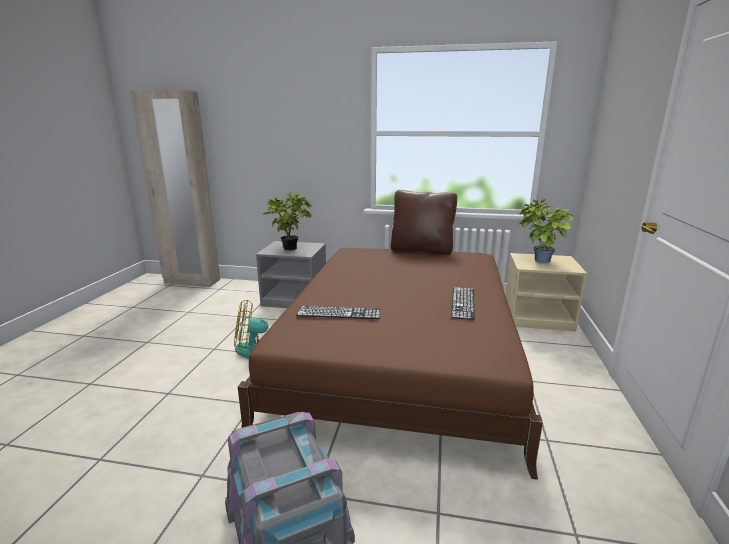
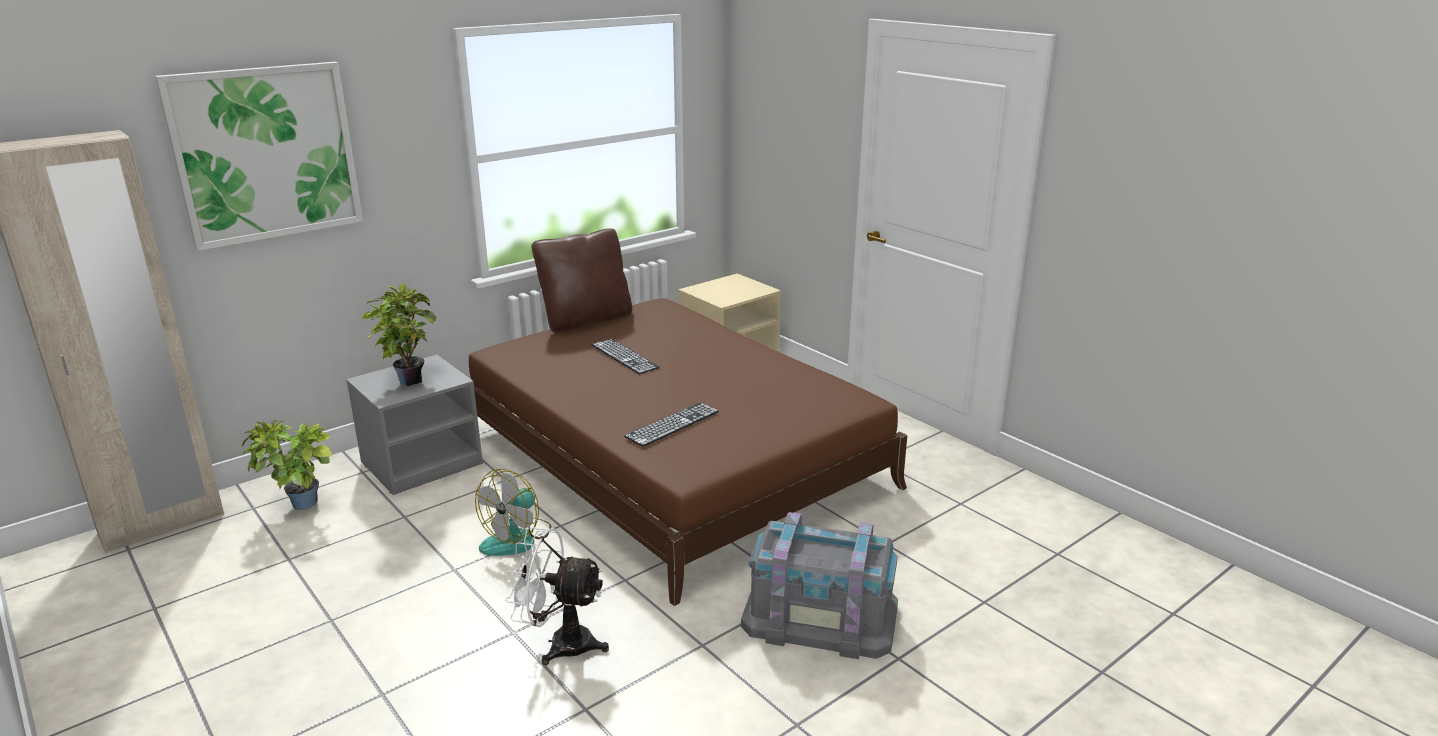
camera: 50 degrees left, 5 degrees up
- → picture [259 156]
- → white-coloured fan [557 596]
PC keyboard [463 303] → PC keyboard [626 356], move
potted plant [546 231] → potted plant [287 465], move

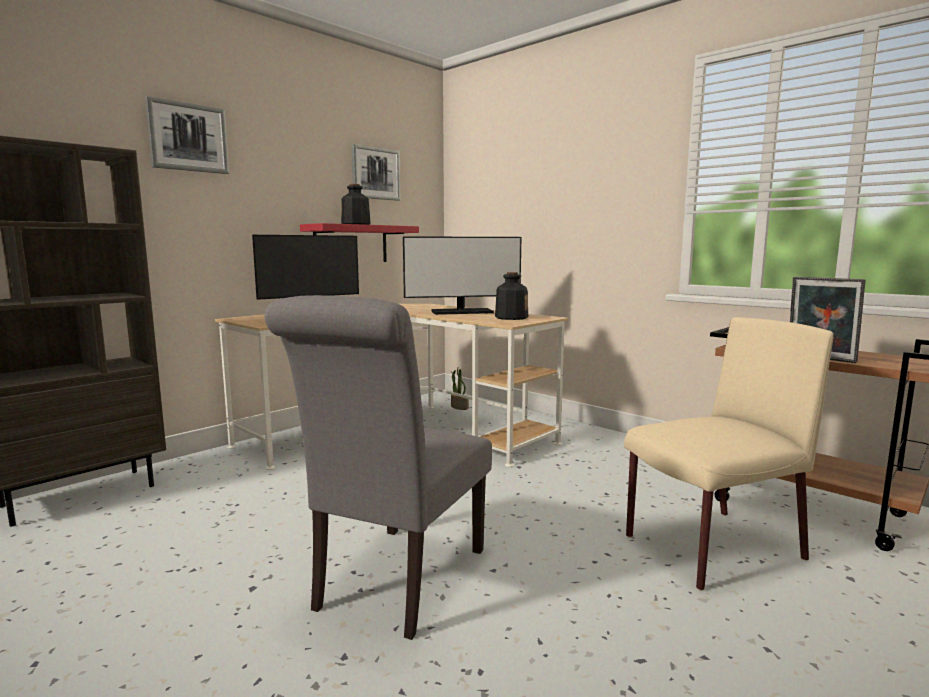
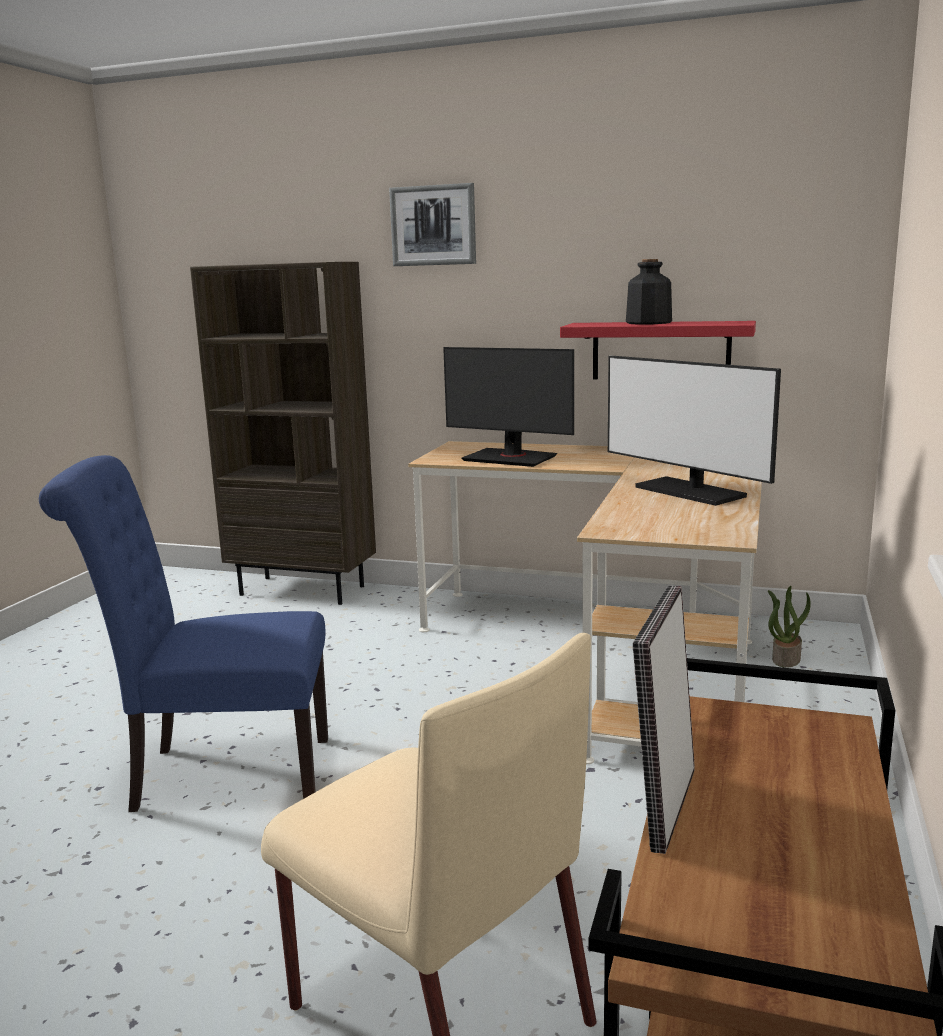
camera: 65 degrees right, 5 degrees up
picture [376 172] → -
beverage bottle [511 296] → -
greyish chair [378 467] → bluish chair [183 633]

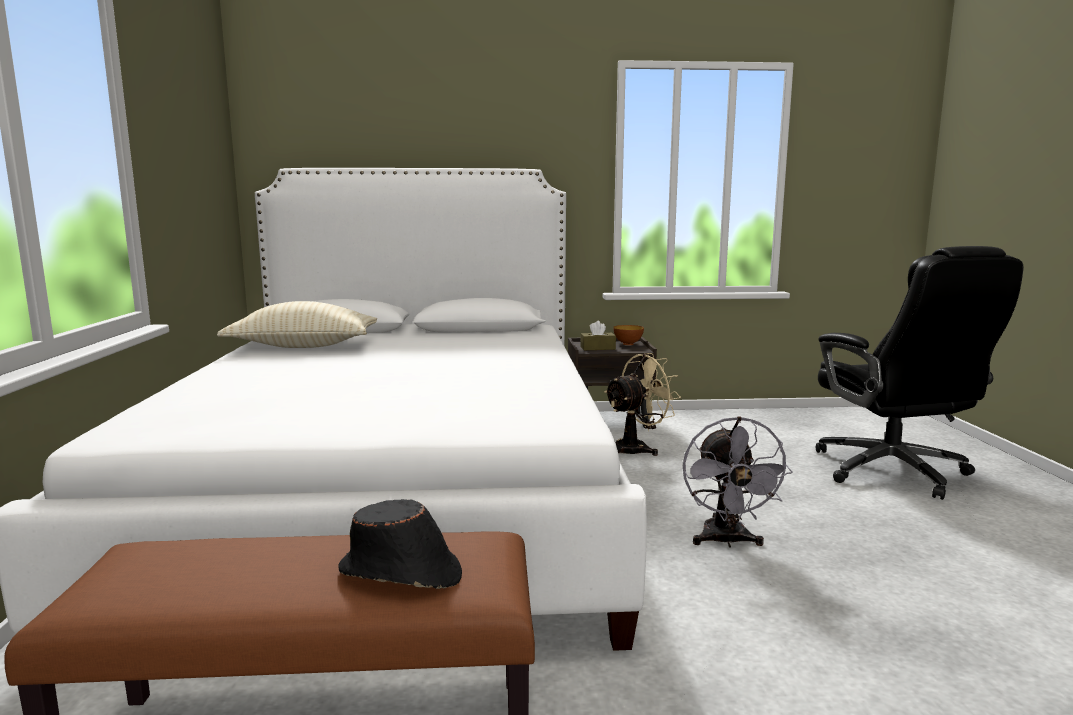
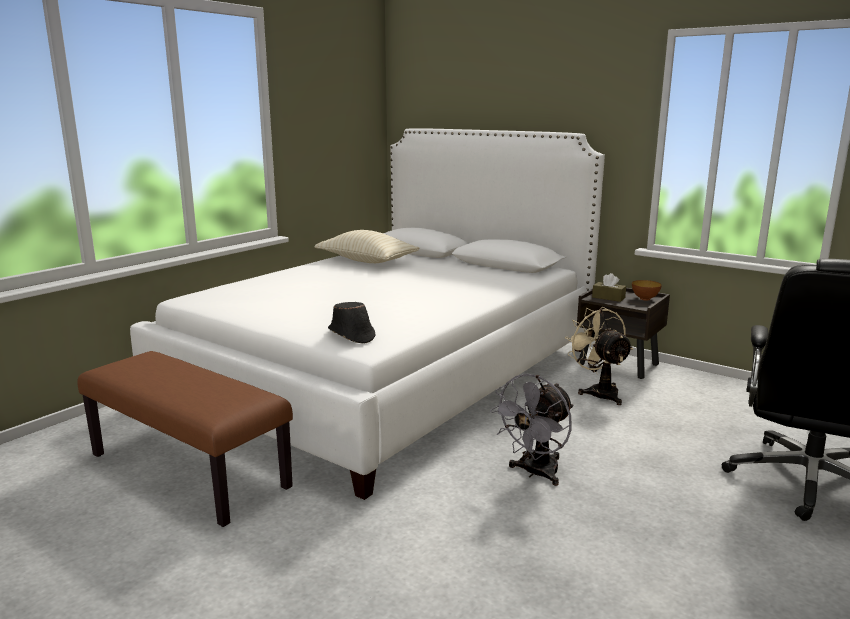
camera: 40 degrees right, 5 degrees up
blackish clothing hat [400 544] → blackish clothing hat [351 323], move
beige-coloured fan [642 404] → beige-coloured fan [599 356], 120 degrees counterclockwise

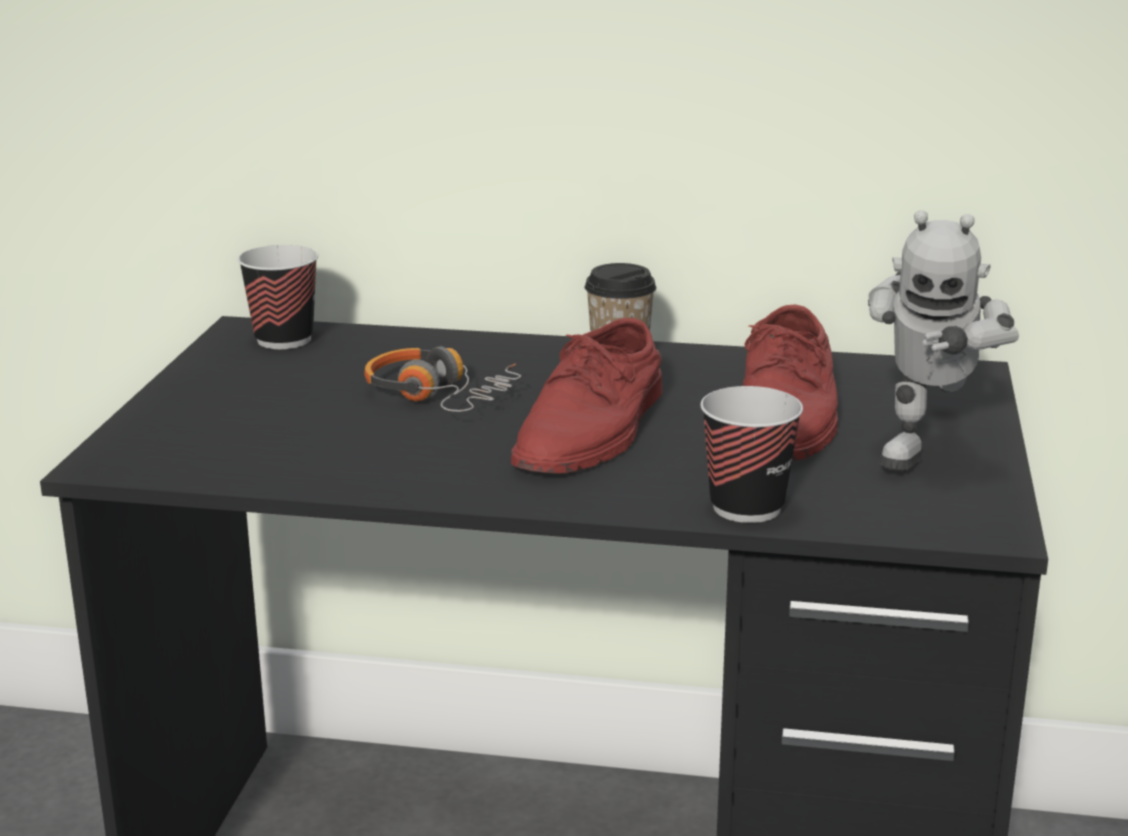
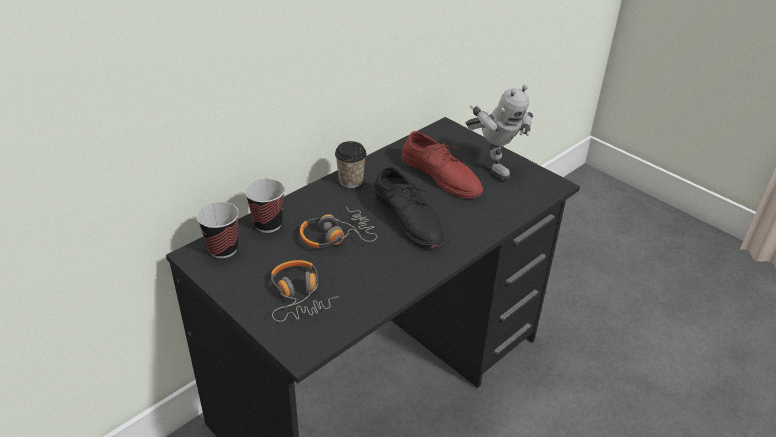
camera: 55 degrees left, 15 degrees up
- → headphones [305 291]
small cup [751 454] → small cup [265 206], move
red-coloured item of footwear [587 396] → blackish item of footwear [409 207]

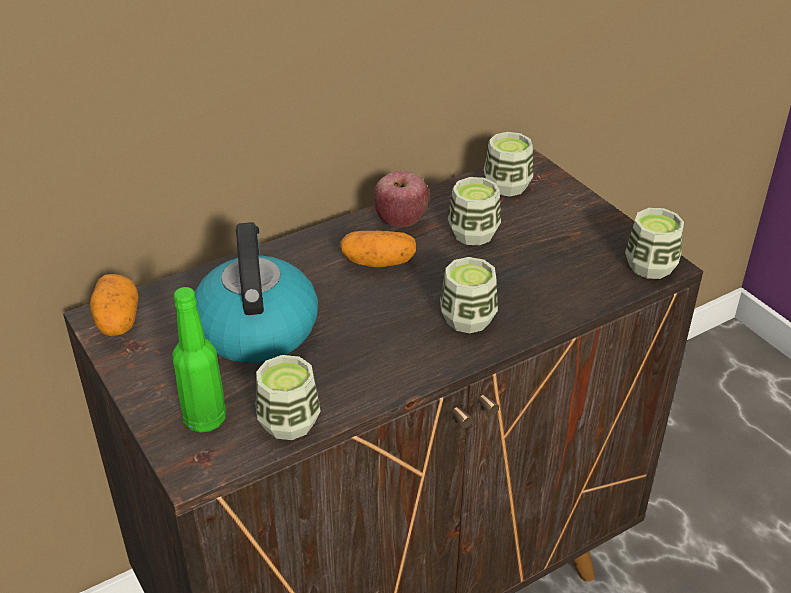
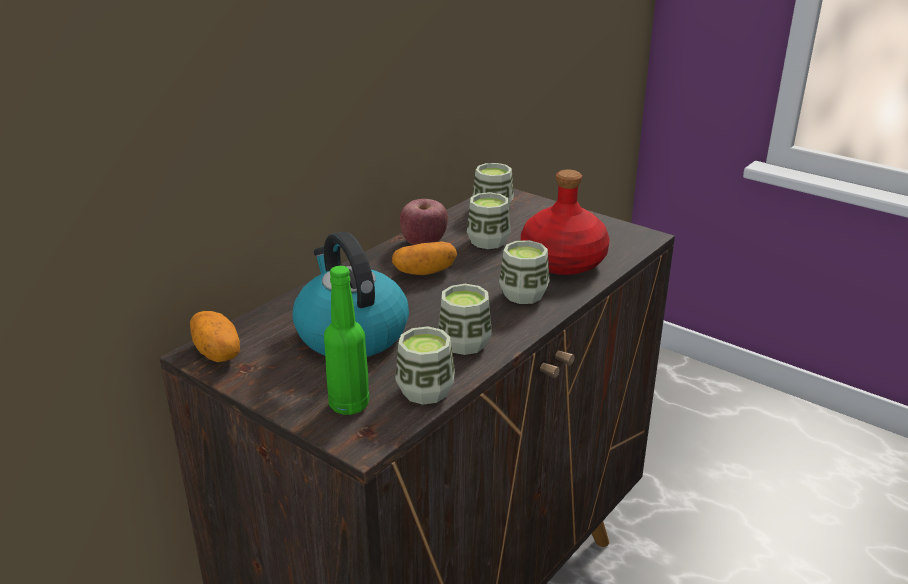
camera: 20 degrees left, 10 degrees down
- → red-coloured beverage bottle [565 222]
small cup [654 243] → small cup [465 319], move

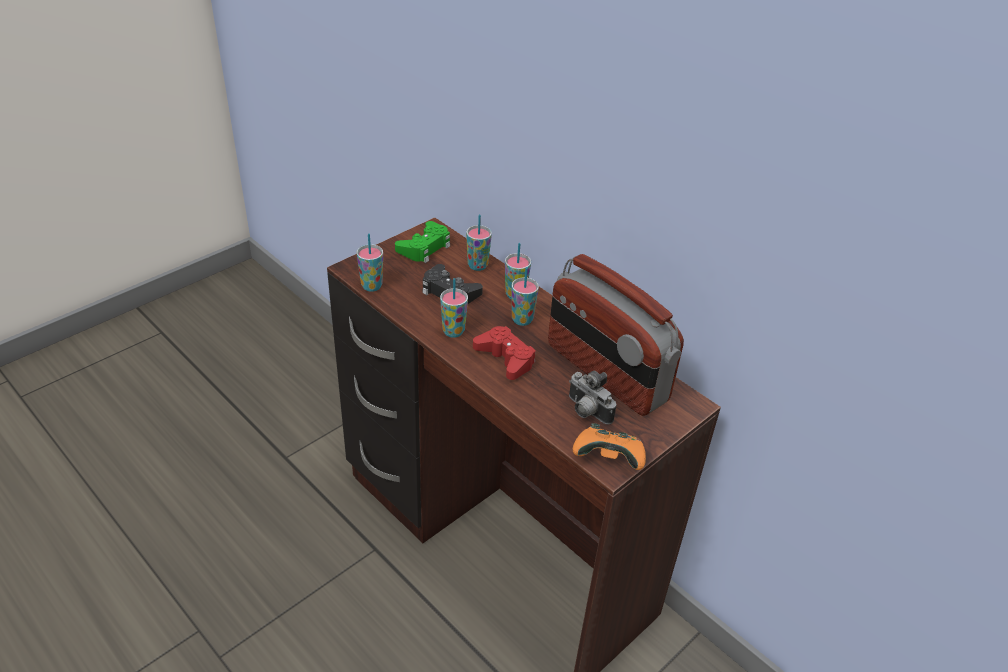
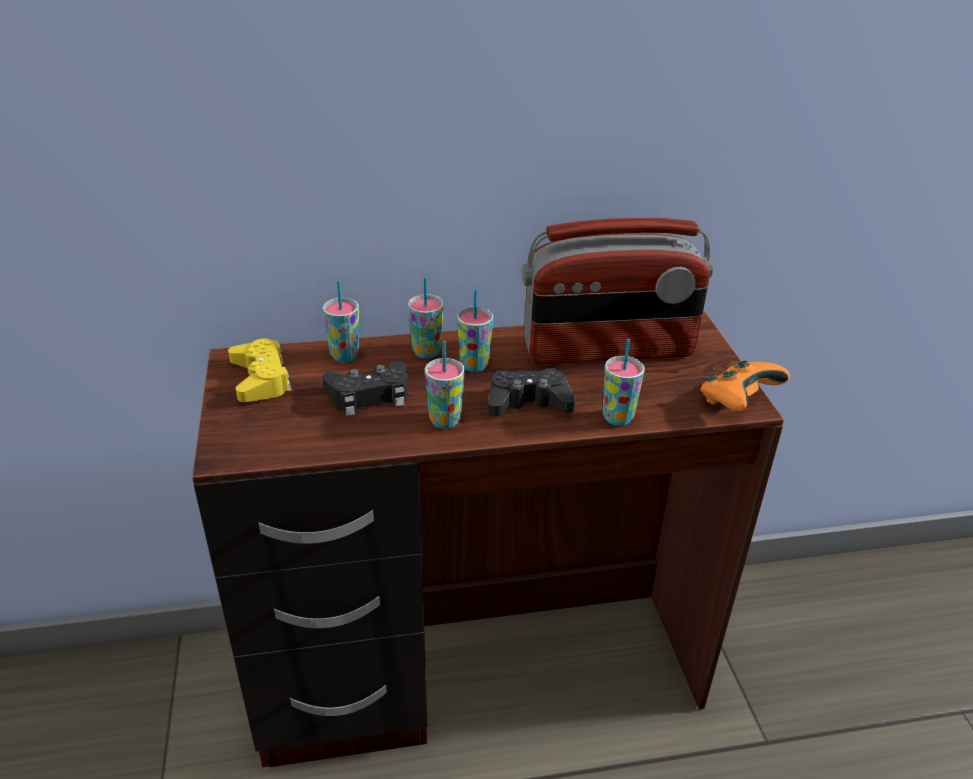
camera: 55 degrees left, 5 degrees down
photo camera [593 398] → -
small cup [370 263] → small cup [624 382], move
greenish gamepad [422 242] → yellow-coloured gamepad [260 370]
red-coloured gamepad [504 353] → blackish gamepad [531 392]

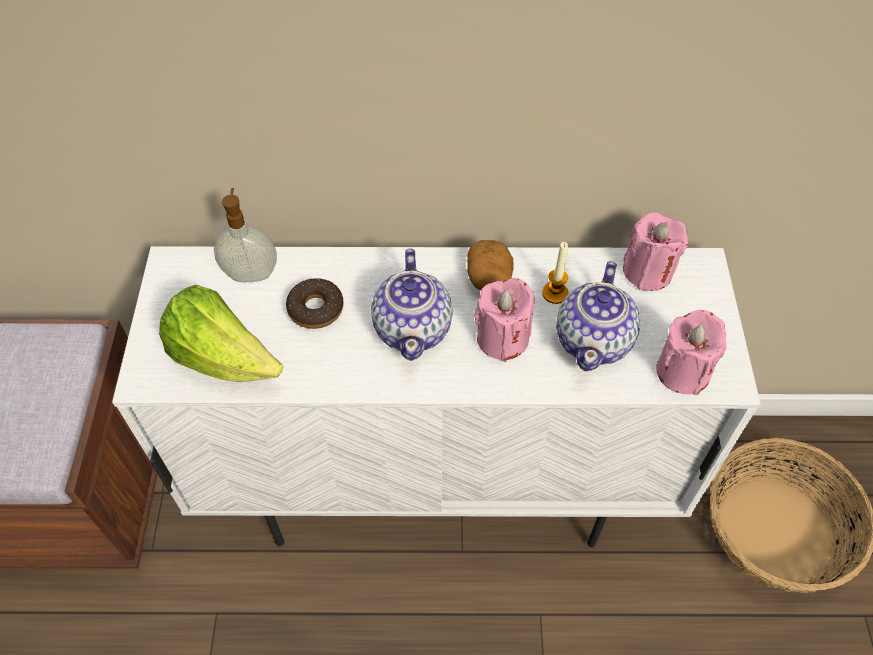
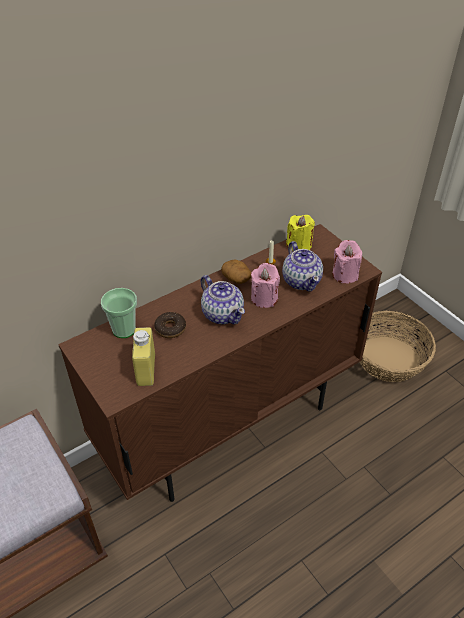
camera: 35 degrees left, 10 degrees down
lettuce [221 333] → yellow-coloured beverage bottle [143 356]
liquid soap bottle [245 235] → small cup [119 313]
white-coloured cupboard [436 396] → brown-coloured cupboard [220 363]
pinkish wax light [655 252] → yellow-coloured wax light [300 233]

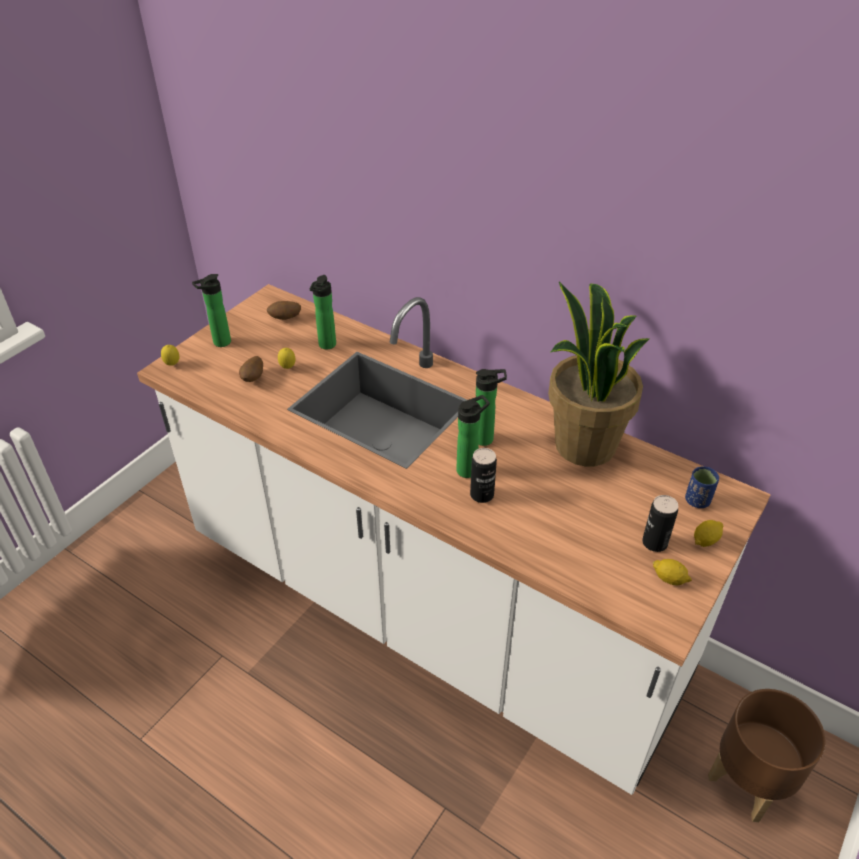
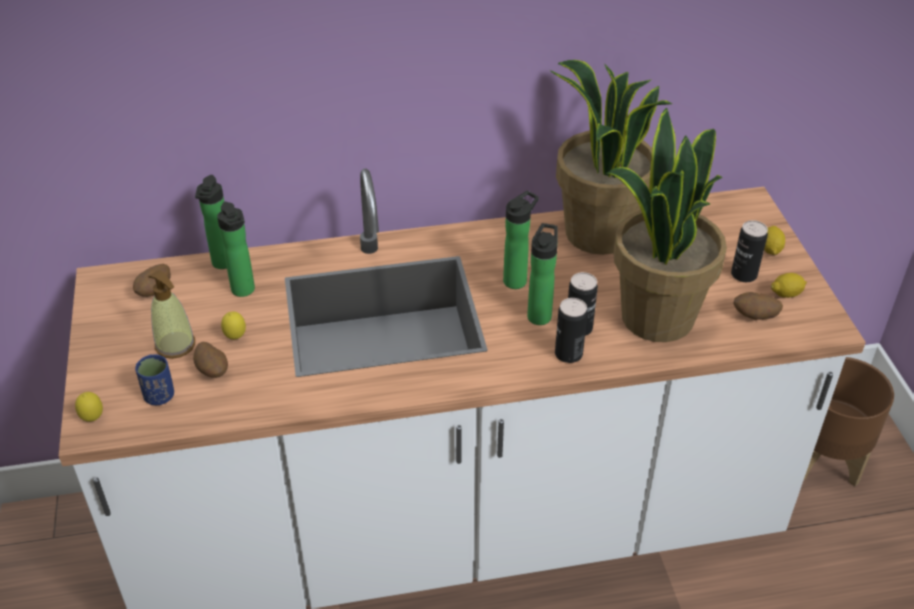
camera: 45 degrees left, 0 degrees up
- → liquid soap bottle [171 314]
- → metal can [571 330]
- → potted plant [666 225]
- → whole potato [758 306]
beverage bottle [211 310] → beverage bottle [211 222], move
bluish small cup [702 487] → bluish small cup [154 379], move

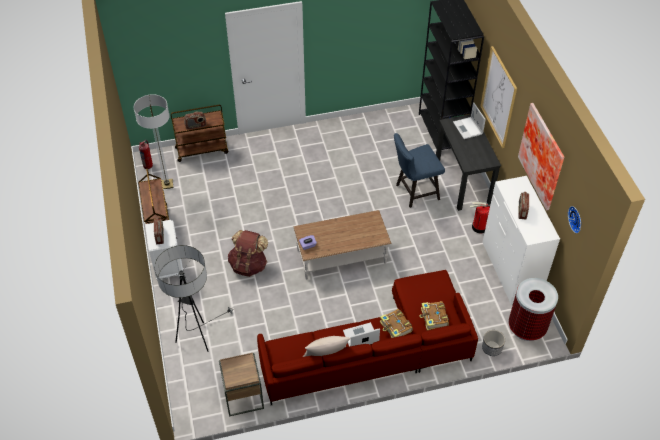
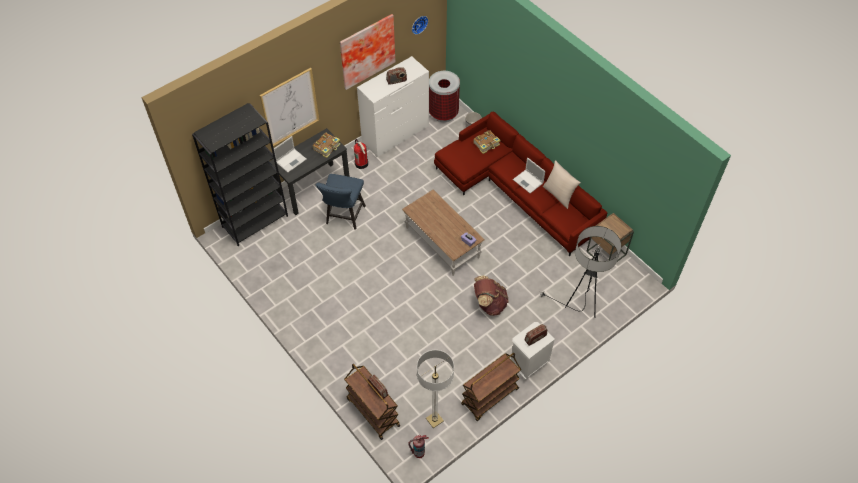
camera: 115 degrees left, 5 degrees up
volume [396 323] → volume [326 145], move
bluish chair [419 170] → bluish chair [341 202], 60 degrees clockwise

